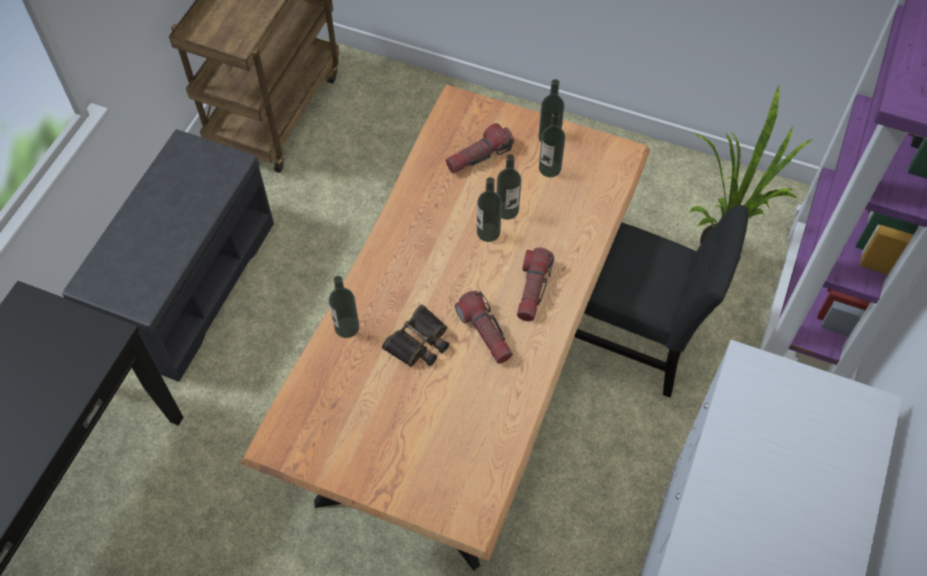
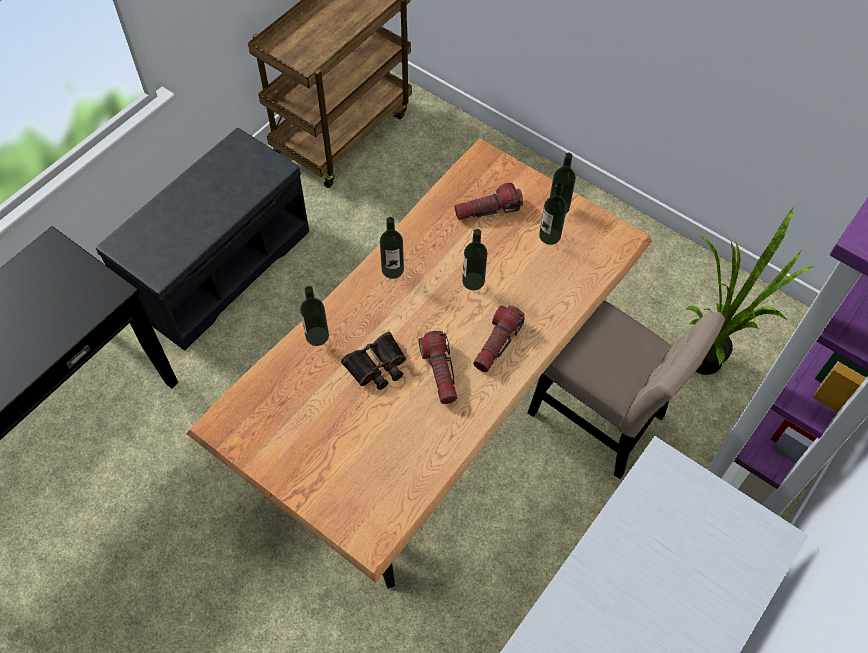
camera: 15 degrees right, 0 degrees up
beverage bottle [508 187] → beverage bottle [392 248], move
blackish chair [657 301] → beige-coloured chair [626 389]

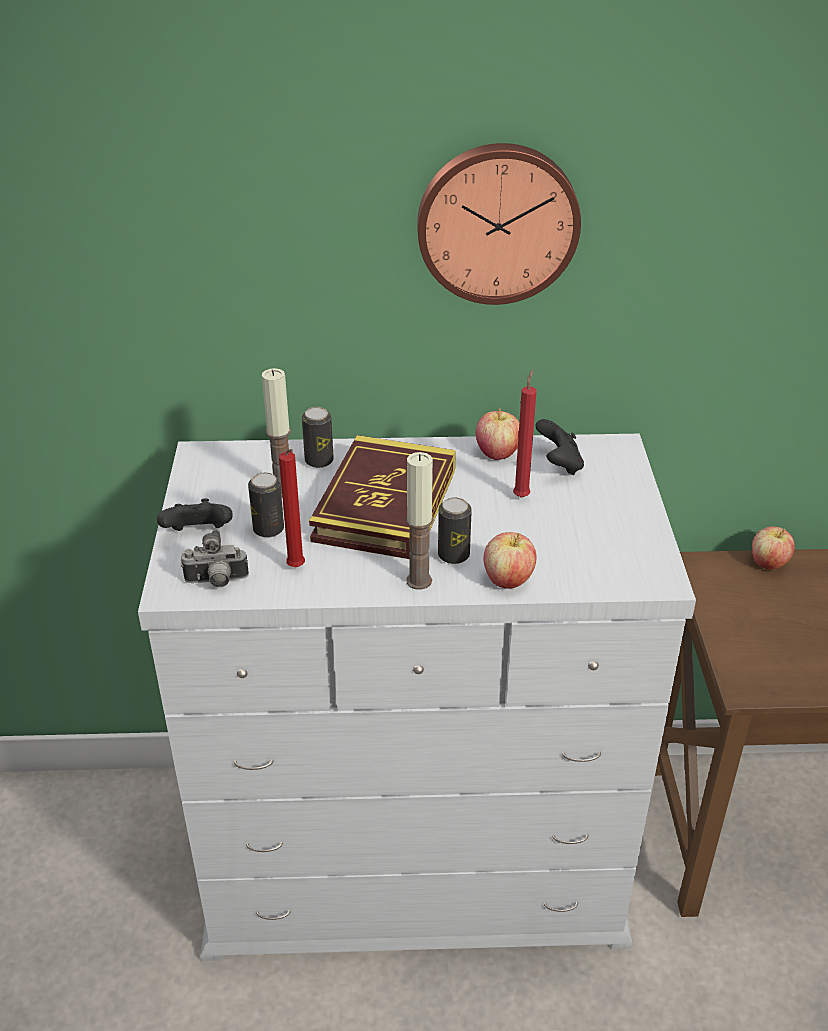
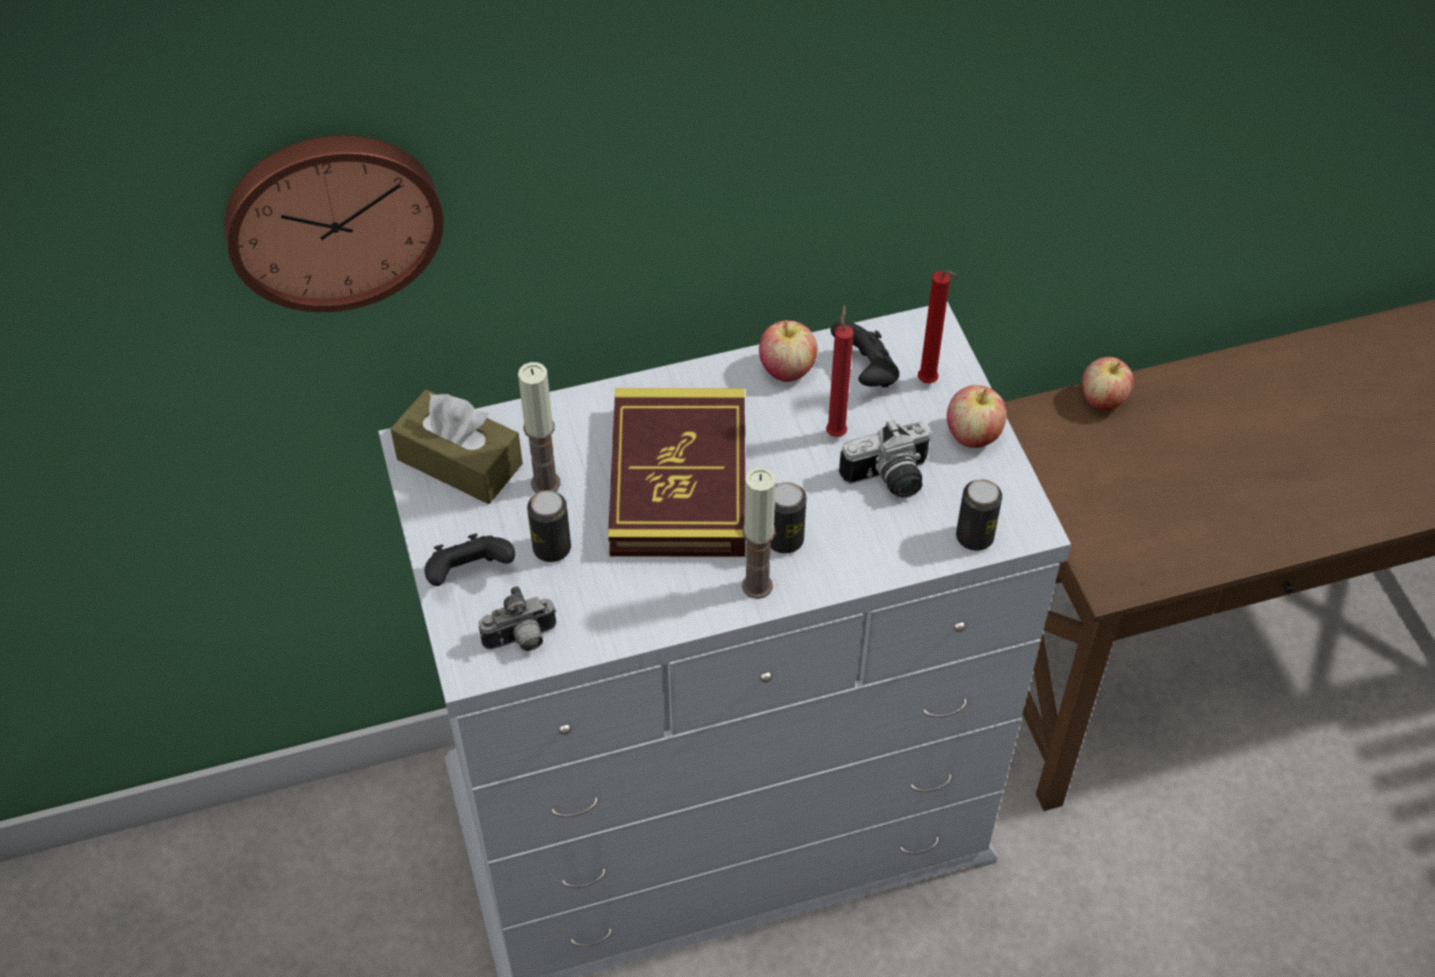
camera: 15 degrees left, 15 degrees up
- → brown-coloured tissue box [456 446]
- → photo camera [885 459]
red-coloured wax light [292 508] → red-coloured wax light [937 327], move
metal can [318 437] → metal can [979 515], move
wall clock [499 224] → wall clock [334 223], move
apple fruit [510 560] → apple fruit [977 416], move

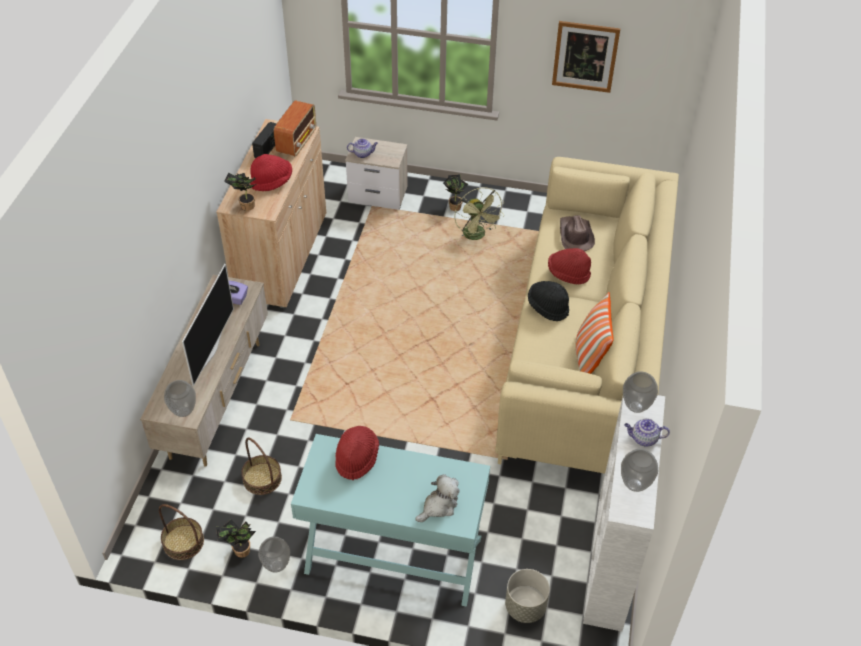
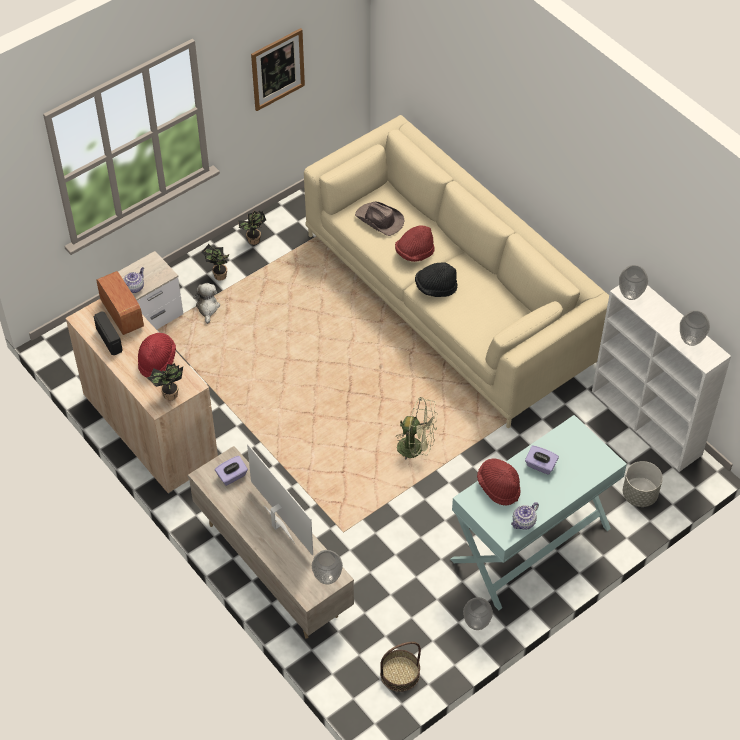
camera: 50 degrees left, 5 degrees up
storage basket [261 466] → -
pillow [594 333] → -
- → purplish tissue box [542 460]
potted plant [236 539] → potted plant [252 228], move
plush toy [437 498] → plush toy [206 303], move
greenish fan [479 213] → greenish fan [417 428], move
tea pot [647 432] → tea pot [525 516], move

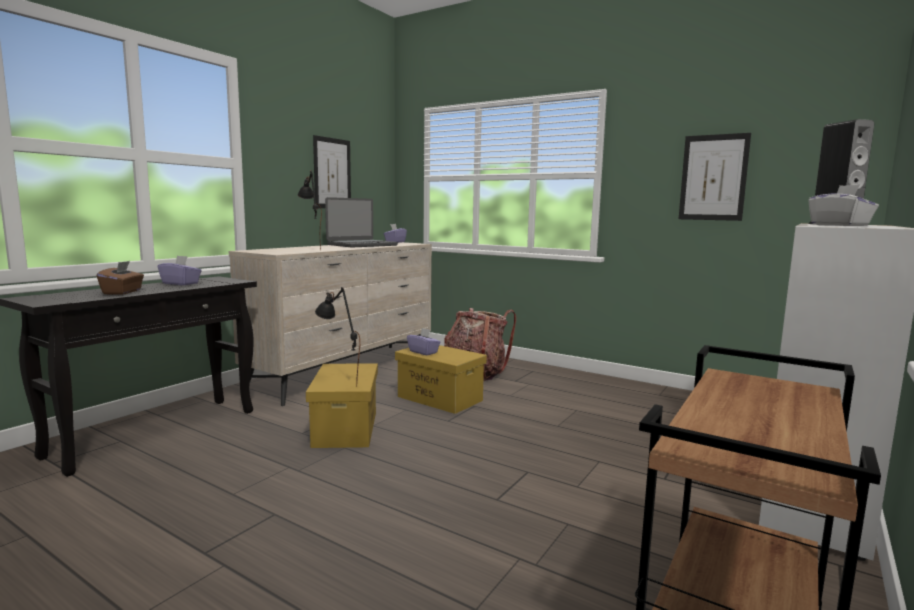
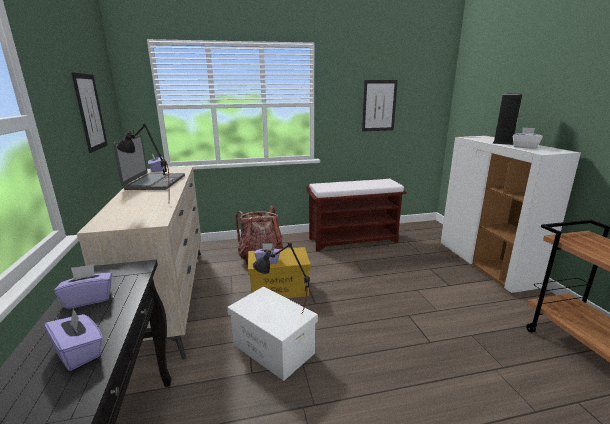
camera: 45 degrees left, 10 degrees up
- → brown-coloured bench [356 215]
brown-coloured tissue box [120 278] → purplish tissue box [74 339]
yellow-coloured storage box [342 406] → white-coloured storage box [272 333]

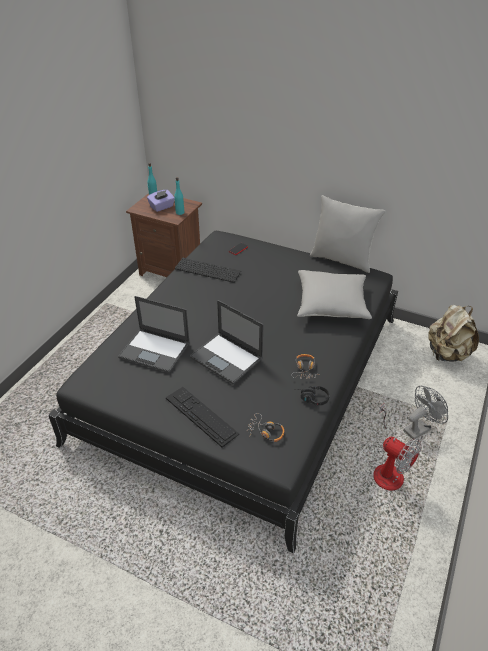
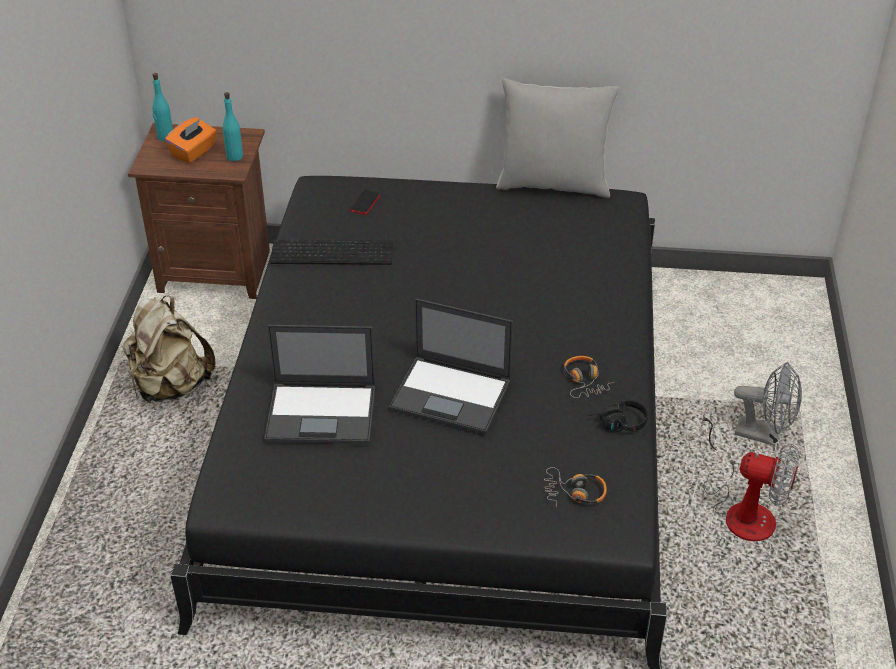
camera: 20 degrees left, 0 degrees up
PC keyboard [202 417] → -
greyish pillow [334 294] → -
beige-coloured rucksack [453 333] → beige-coloured rucksack [169 349], move
purplish tissue box [161 201] → orange tissue box [191 140]
greyish fan [425 412] → greyish fan [768 404], 75 degrees clockwise

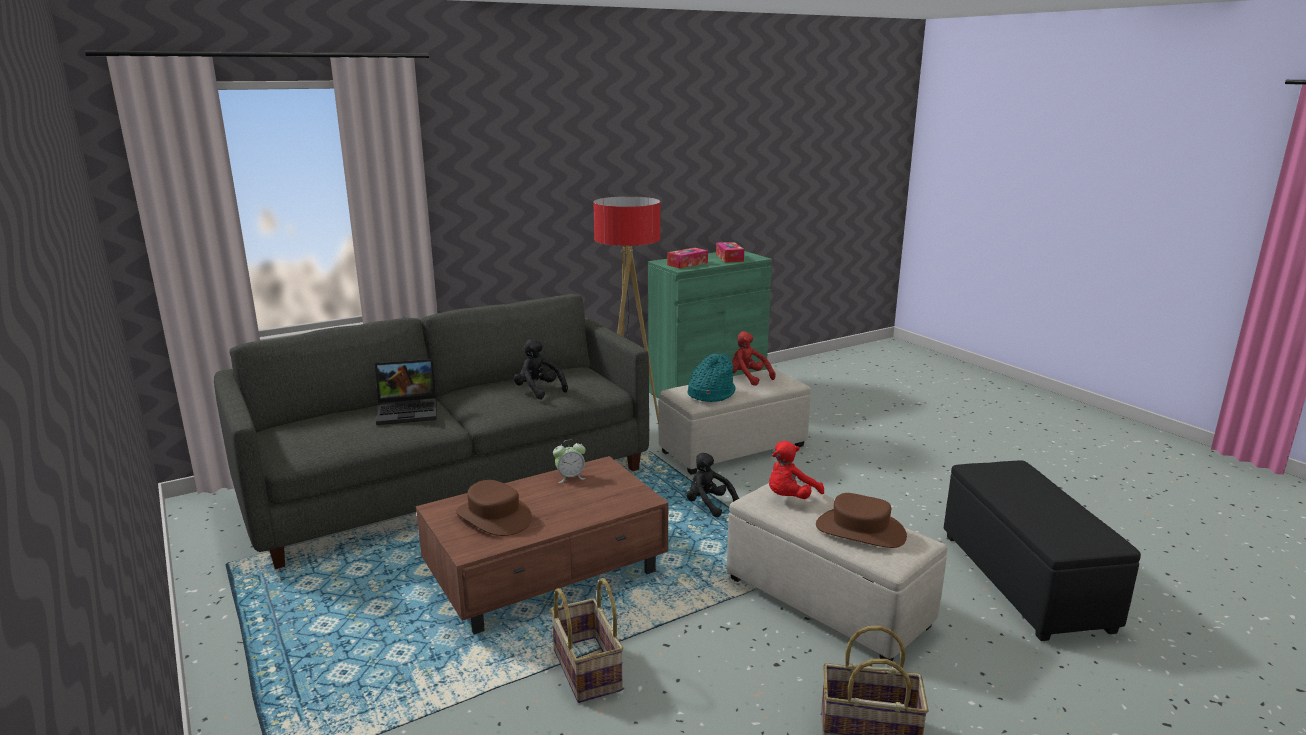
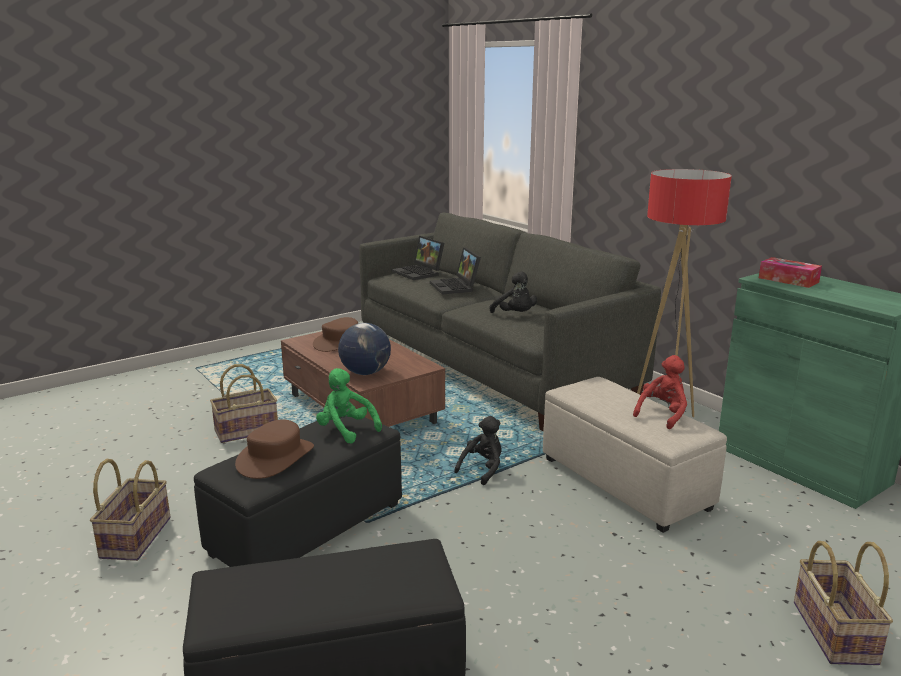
camera: 85 degrees right, 0 degrees up
bedside clock [569 461] → -
turquoise-coloured clothing hat [711 377] → -
tissue box [730 252] → -
- → desk globe [364 349]
- → notebook computer [418 258]
- → storage basket [843 603]
beige-coloured footrest [837 572] → blackish footrest [298 492]
red-coloured plush toy [796 470] → greenish plush toy [349 406]
blackish plush toy [540 369] → blackish plush toy [513 292], 105 degrees clockwise

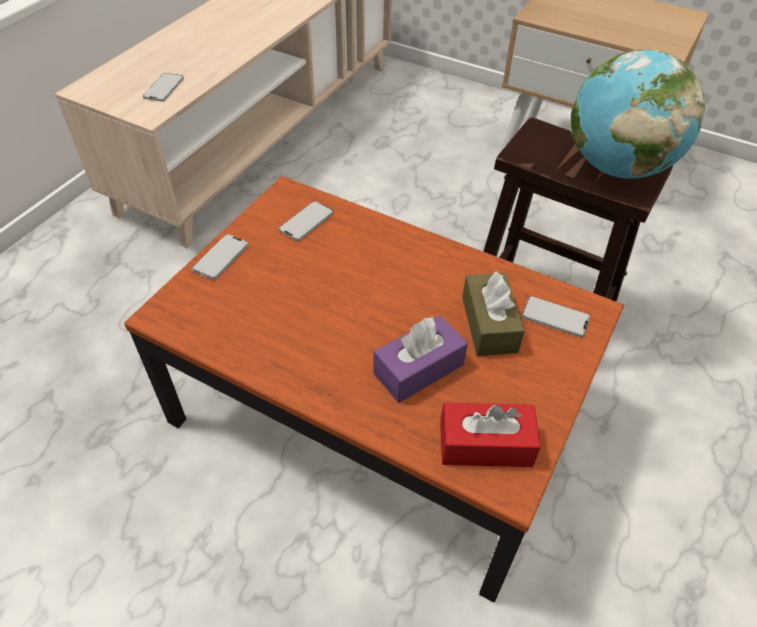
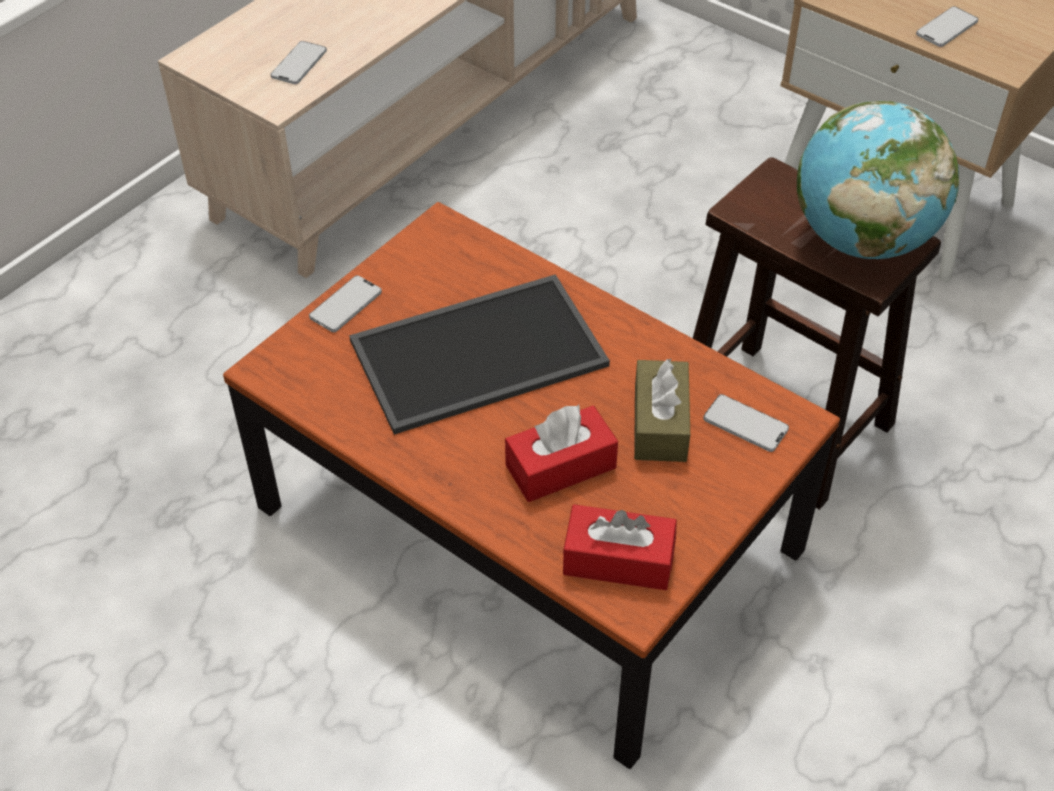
camera: 10 degrees right, 0 degrees up
- → tray [479 354]
phone [306 221] → phone [947 26], move
purplish tissue box [420 359] → red-coloured tissue box [561 453]

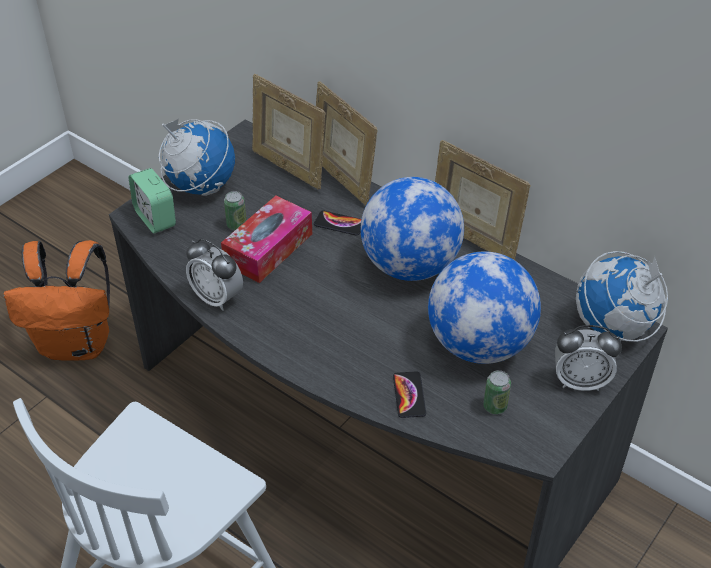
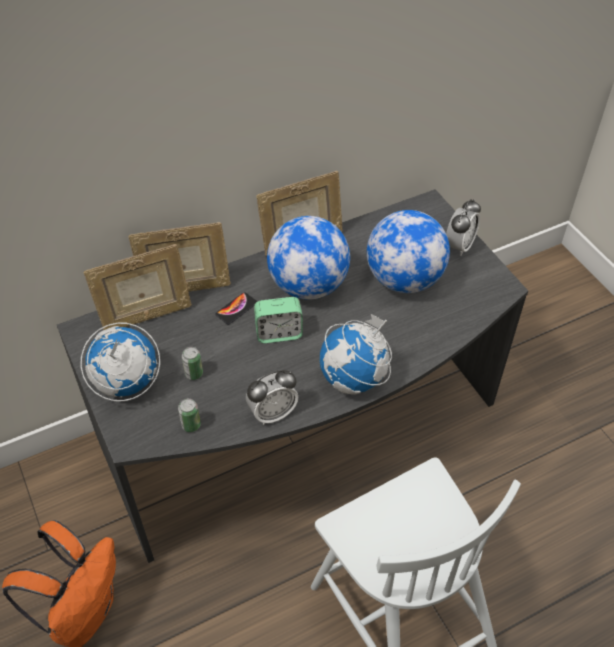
camera: 65 degrees left, 5 degrees up
tissue box [266 239] → -
phone [409 394] → -
bedside clock [152 201] → bedside clock [278 320], move
metal can [497 392] → metal can [189 415], move
desk globe [622 296] → desk globe [356 354], move

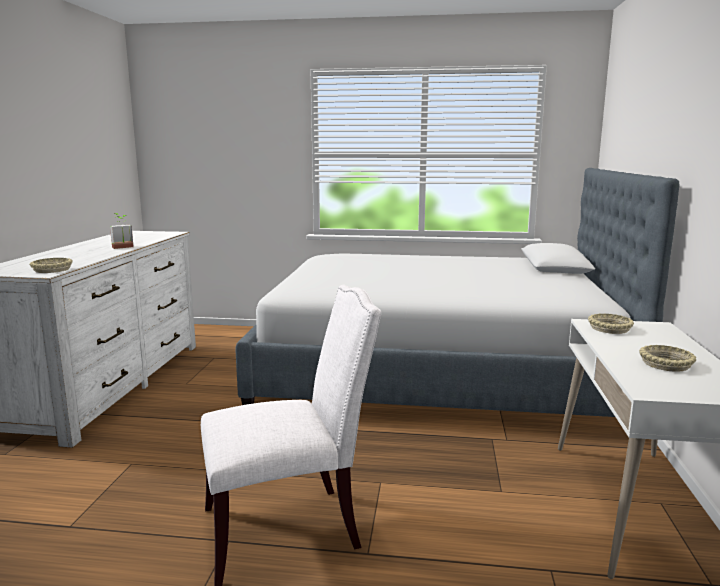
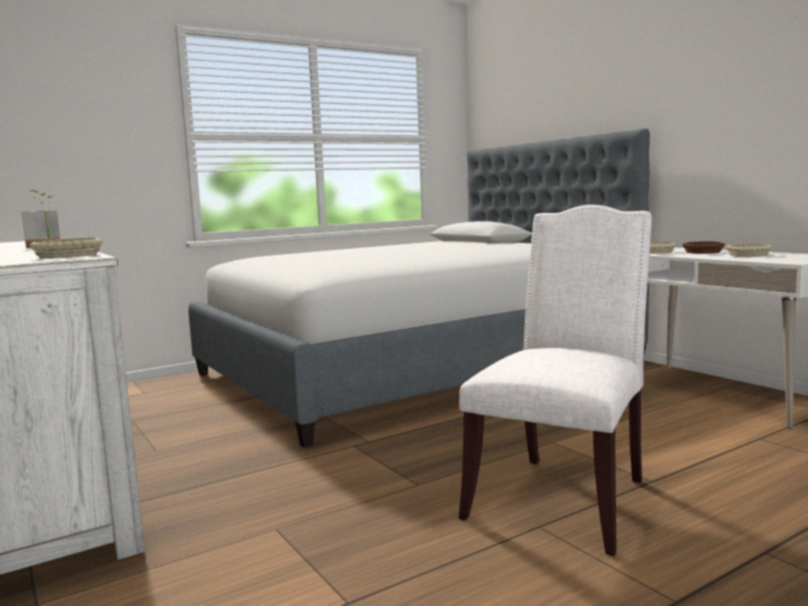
camera: 40 degrees left, 5 degrees down
- → brown-coloured bowl [704 248]

